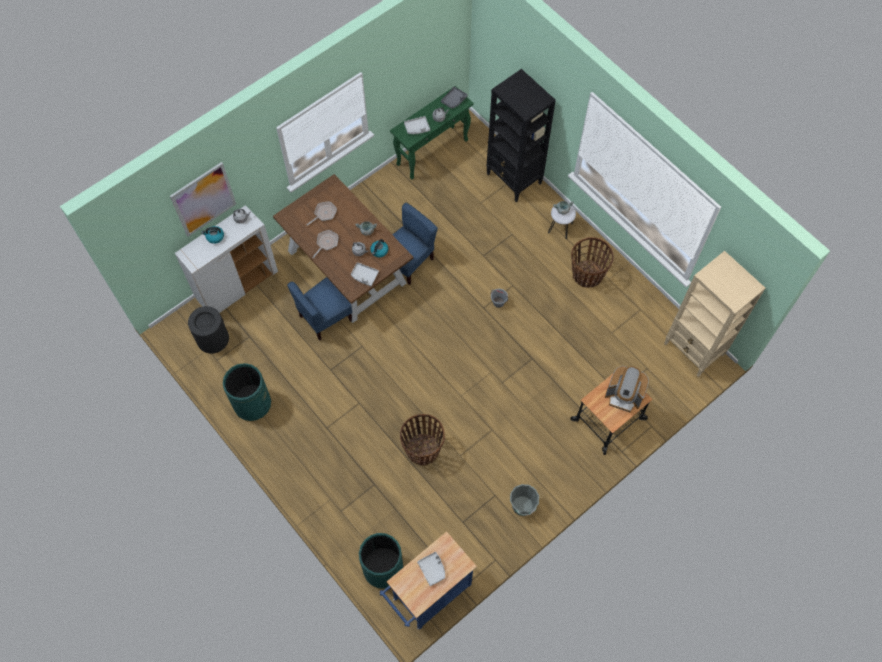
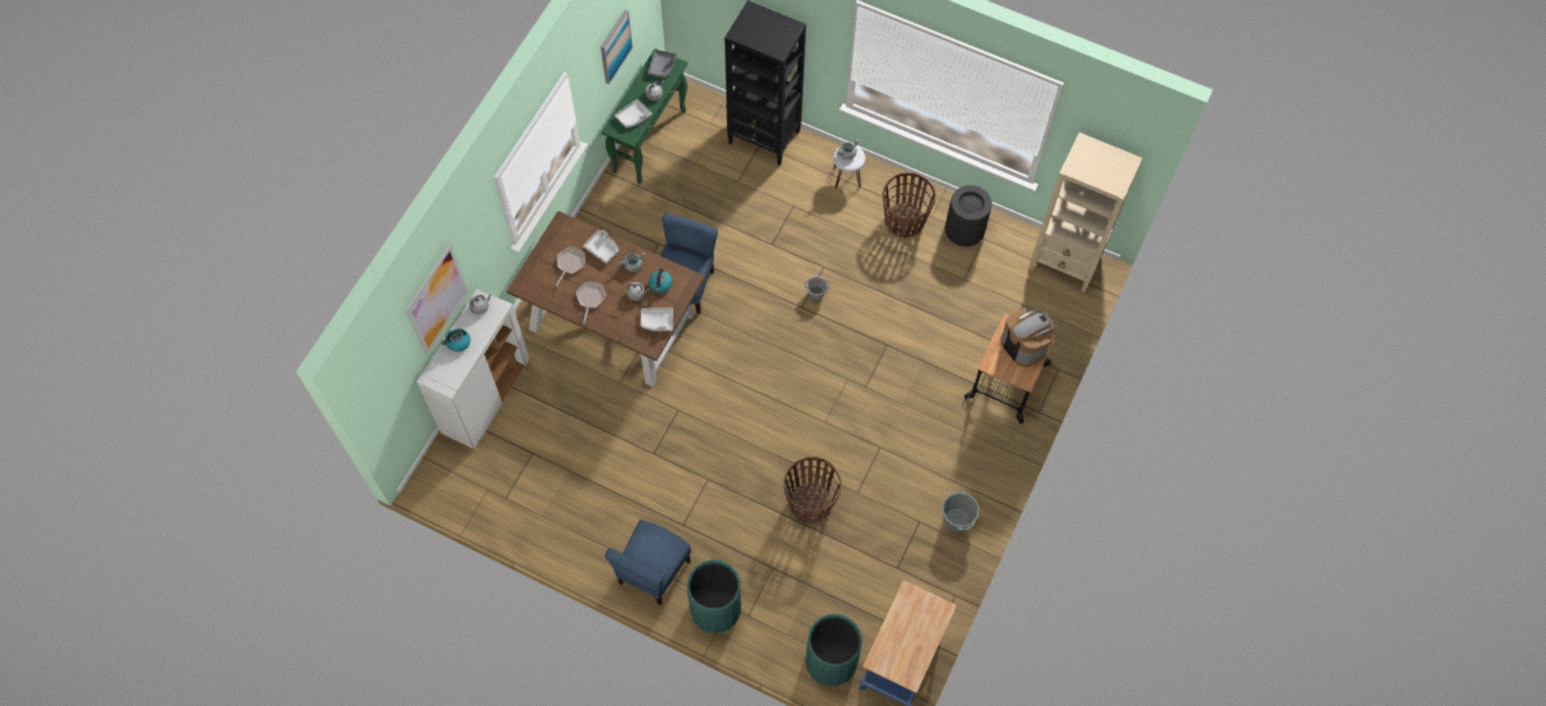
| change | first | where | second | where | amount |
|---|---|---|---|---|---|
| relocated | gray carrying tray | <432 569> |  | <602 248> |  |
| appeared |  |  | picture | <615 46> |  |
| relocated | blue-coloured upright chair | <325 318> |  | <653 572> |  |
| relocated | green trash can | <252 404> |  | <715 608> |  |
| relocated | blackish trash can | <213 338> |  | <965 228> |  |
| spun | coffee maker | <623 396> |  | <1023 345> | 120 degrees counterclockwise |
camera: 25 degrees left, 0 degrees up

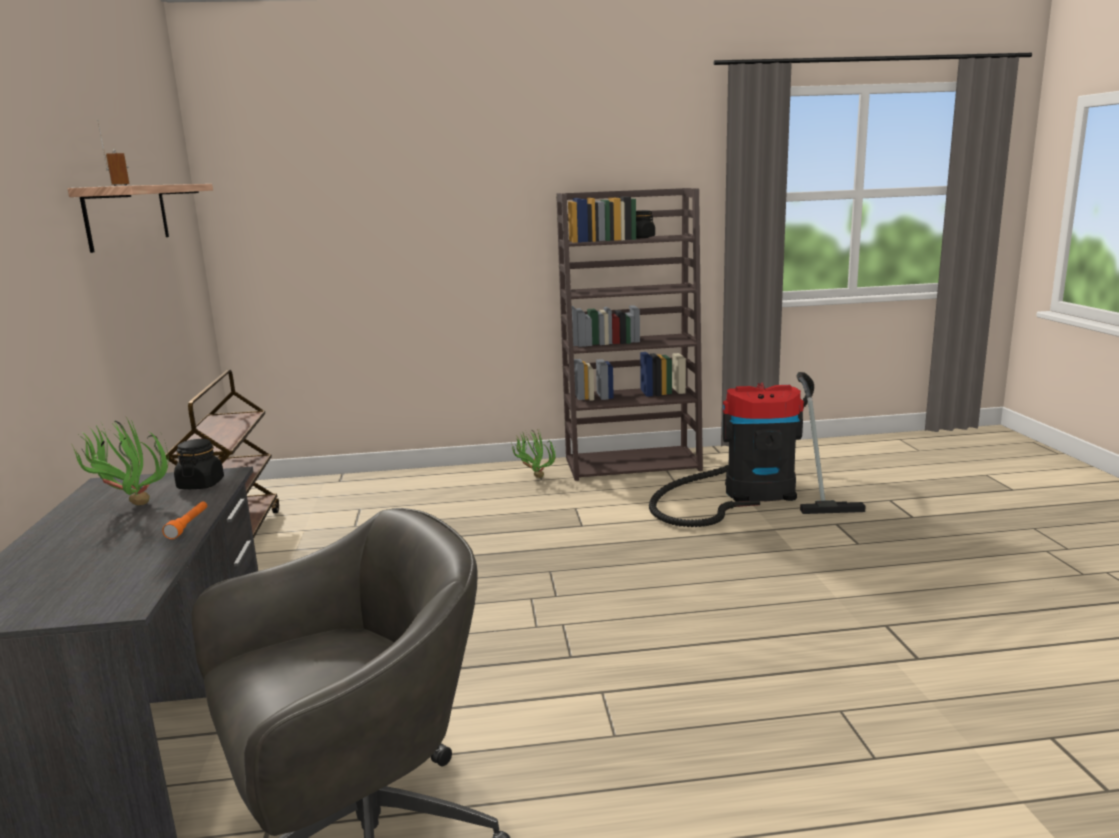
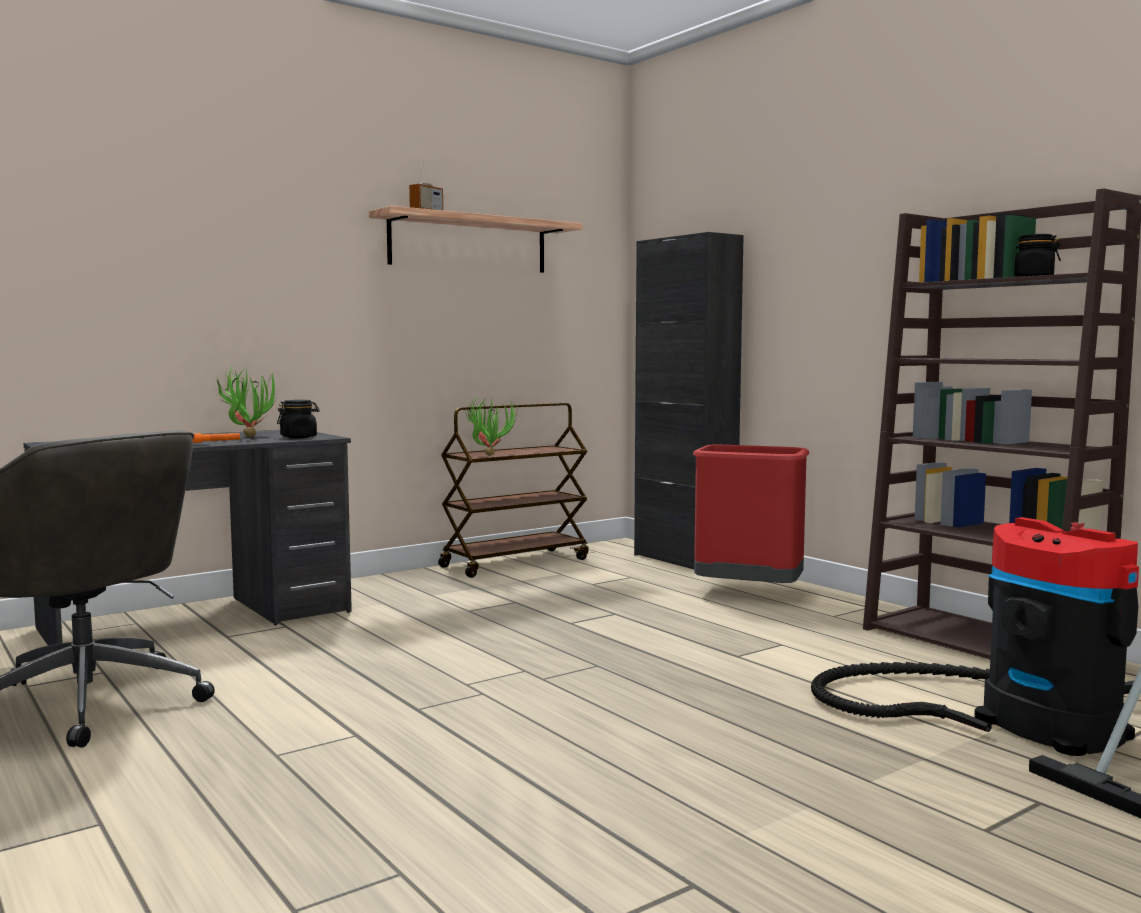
| change | first | where | second | where | amount |
|---|---|---|---|---|---|
| relocated | potted plant | <534 477> |  | <489 454> |  |
| appeared |  |  | blackish cupboard | <684 560> |  |
| appeared |  |  | red-coloured trash can | <749 594> |  |
camera: 60 degrees right, 10 degrees down

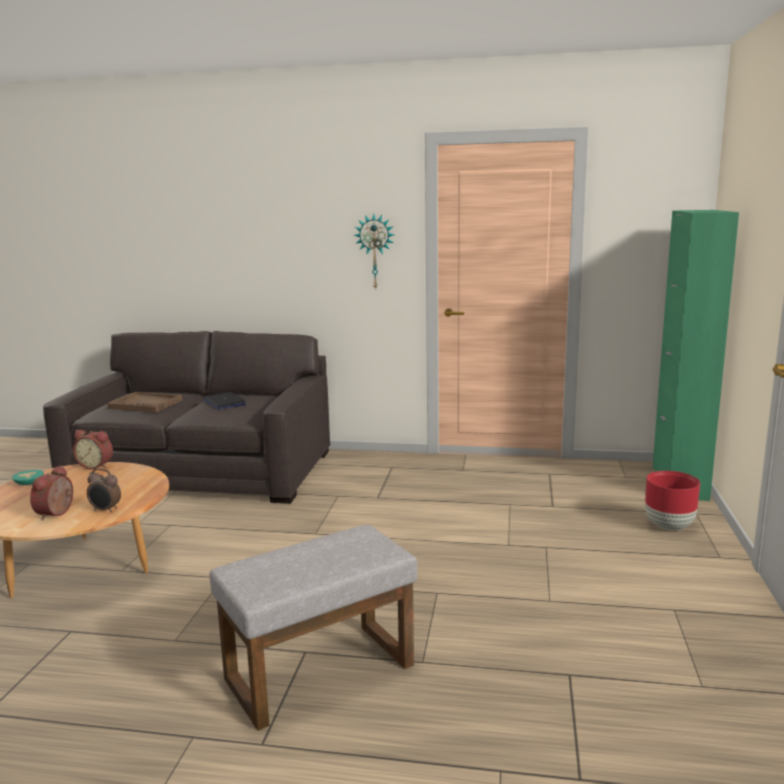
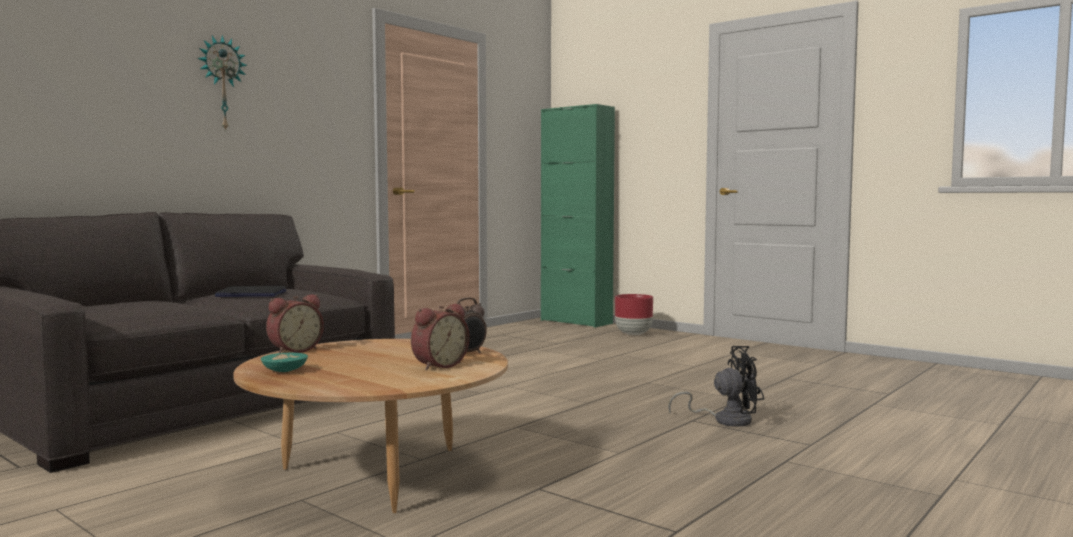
| change | first | where | second | where | amount |
|---|---|---|---|---|---|
| relocated | wall clock | <375 251> |  | <221 83> |  |
| spun | bedside clock | <57 514> |  | <438 365> | 90 degrees counterclockwise |
| exchanged | gray pouffe | <321 670> | blackish electric fan | <725 420> |  |
| missing | brownish carrying tray | <146 404> |  |  |  |
camera: 60 degrees left, 10 degrees down

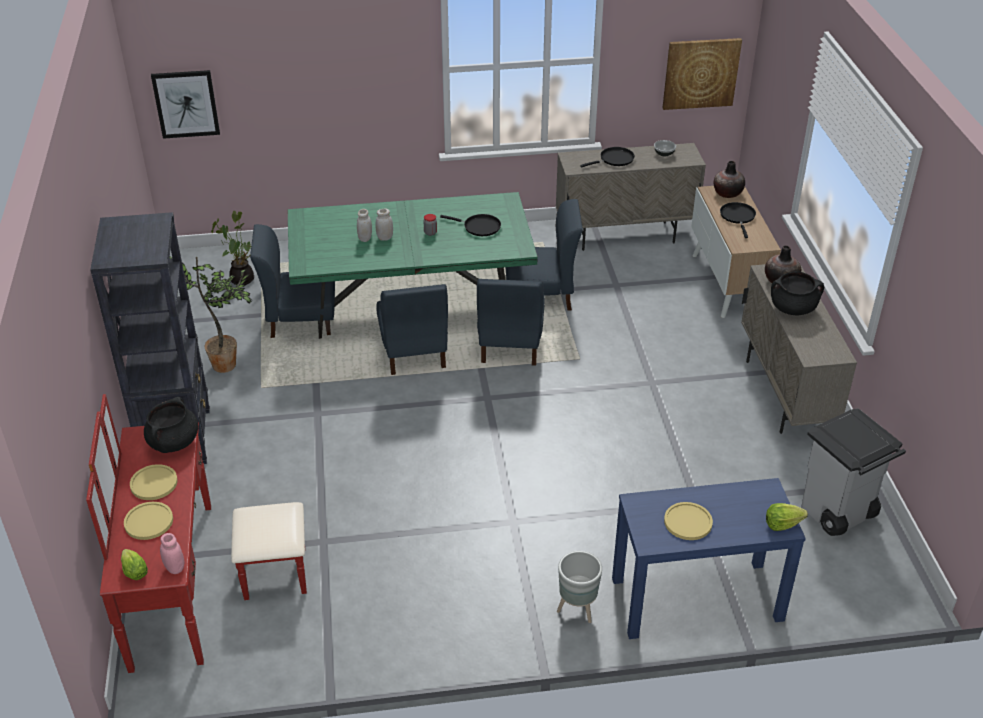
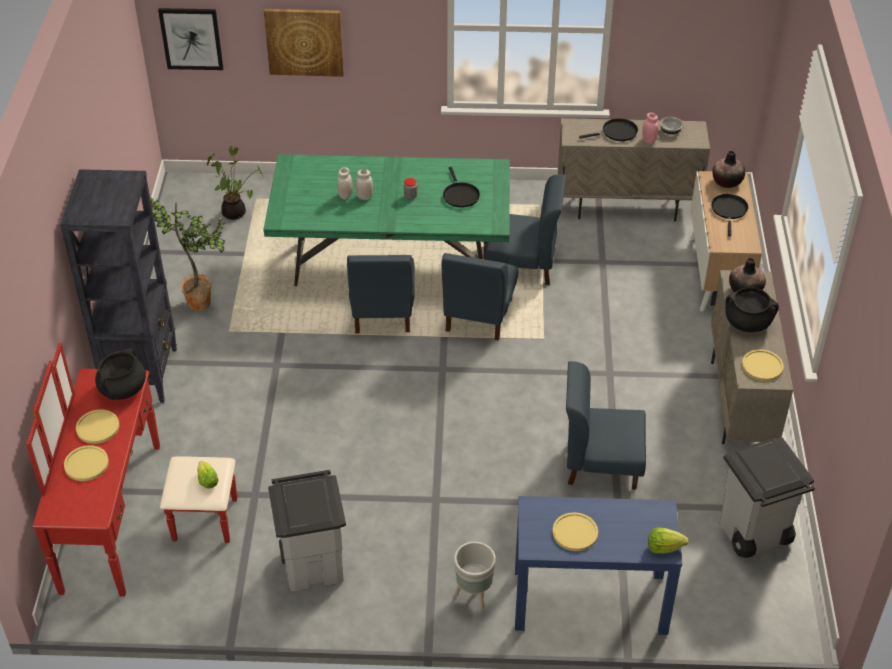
| change | first | where | second | where | amount |
|---|---|---|---|---|---|
| relocated | lettuce | <134 570> |  | <207 480> |  |
| relocated | picture | <701 73> |  | <304 41> |  |
| appeared |  |  | gray trash can | <314 565> |  |
| spun | blackish pan | <479 227> |  | <460 195> | 45 degrees clockwise |
| relocated | blue-coloured upright chair | <300 320> |  | <601 463> |  |
| relocated | pinkish jar | <175 568> |  | <649 140> |  |
| appeared |  |  | yellow plate | <762 366> |  |
camera: 10 degrees right, 5 degrees up

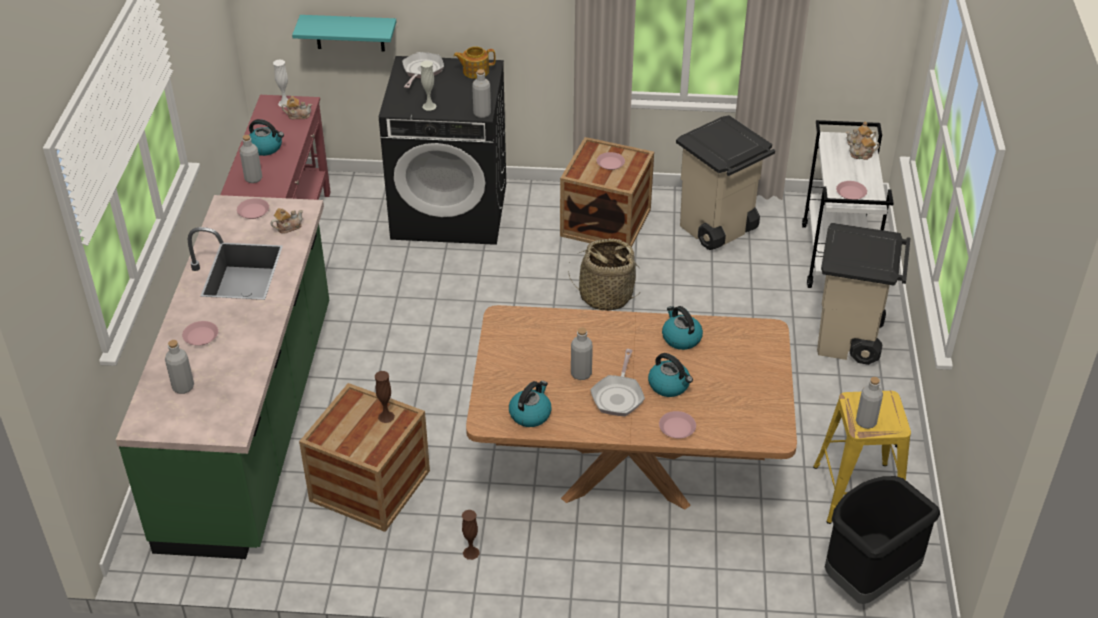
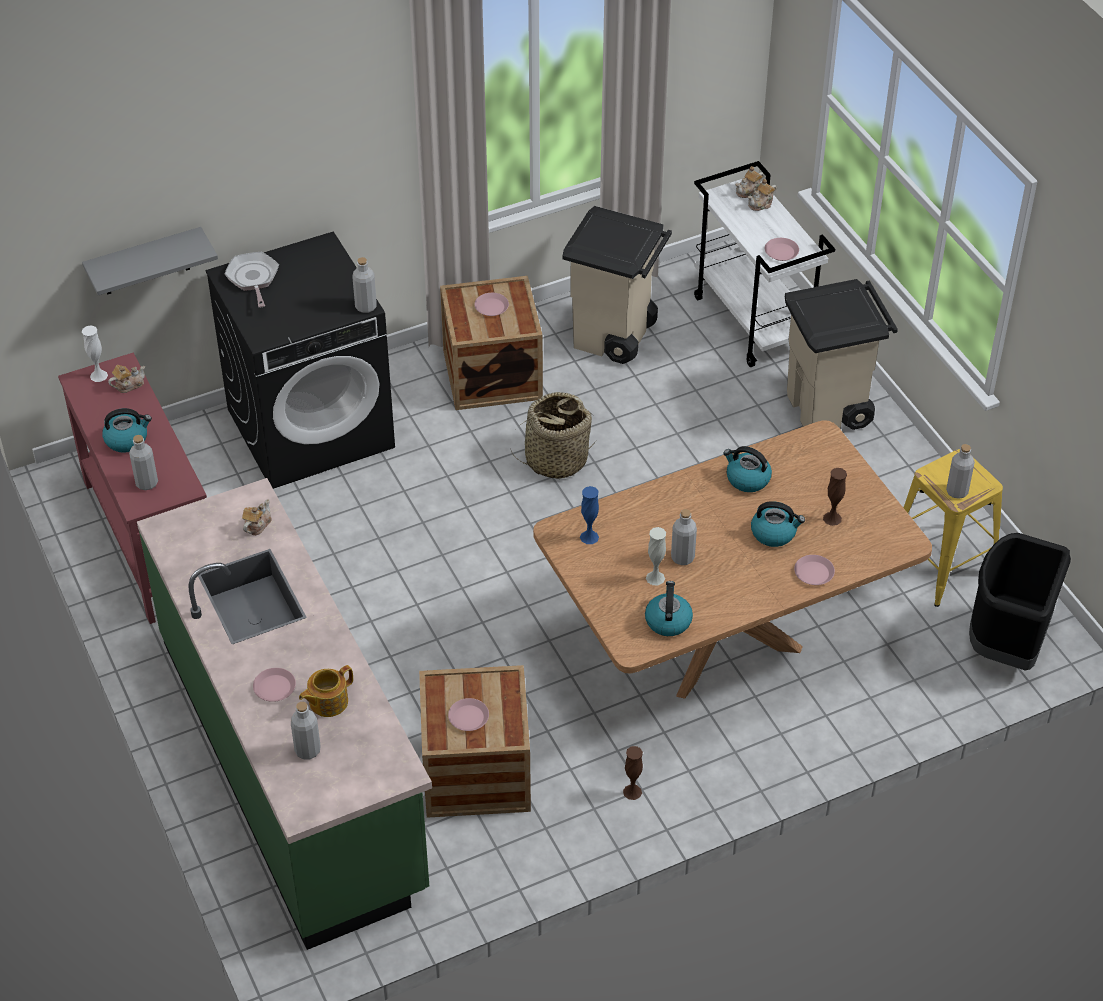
| change | first | where | second | where | amount |
|---|---|---|---|---|---|
| colour | blue-green shelf | <349 33> | gray shelf | <145 262> |  |
| relocated | tea pot | <475 71> |  | <327 701> |  |
| relocated | pinkish plate | <253 211> |  | <469 717> |  |
| appeared |  |  | blue-coloured decorative vase | <589 537> |  |
| relocated | white decorative vase | <429 106> |  | <655 578> |  |
| relocated | brownish decorative vase | <386 417> |  | <832 518> |  |
| missing | pan | <618 396> |  |  |  |
camera: 30 degrees left, 5 degrees up

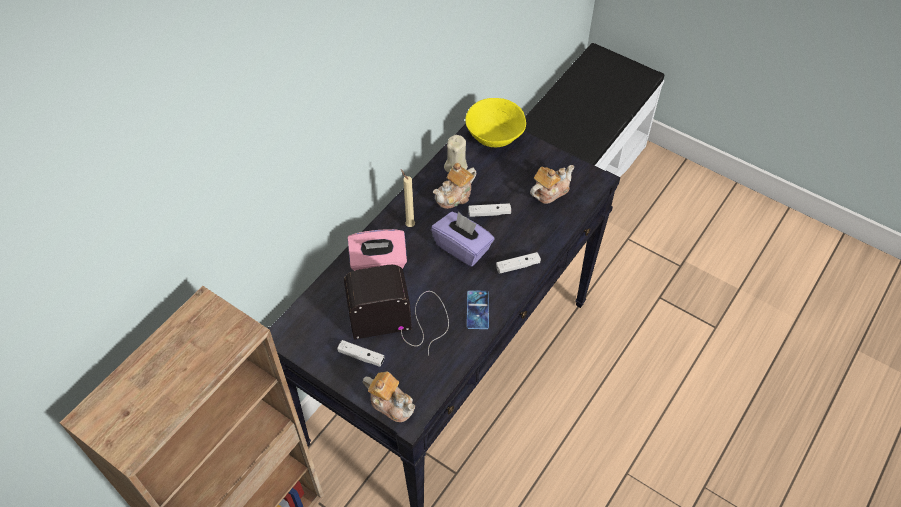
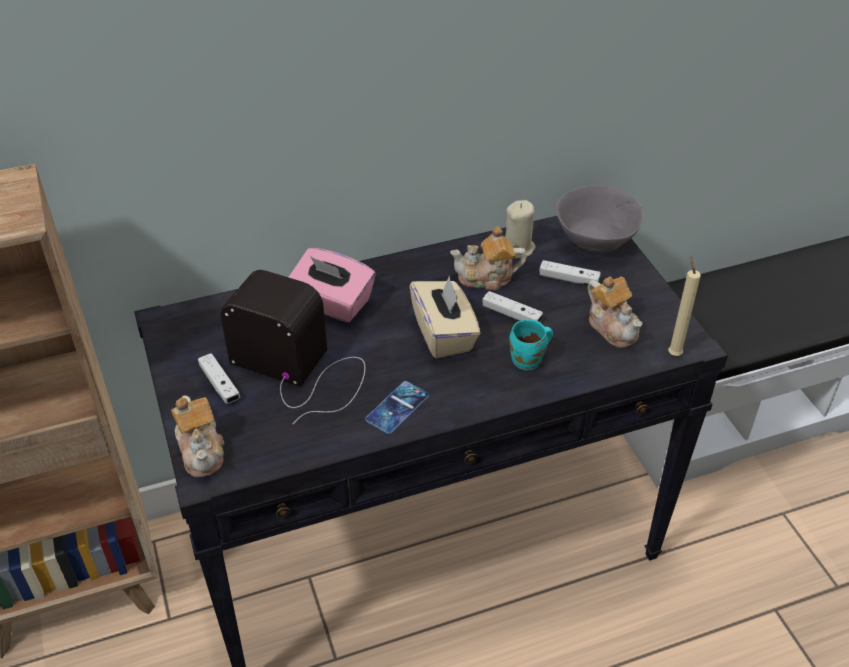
| change | first | where | second | where | amount |
|---|---|---|---|---|---|
| colour | purple tissue holder | <462 247> | sand-coloured tissue holder | <444 334> |  |
| appeared |  |  | blue-green coffee mug | <529 361> |  |
| relocated | white game controller | <518 266> |  | <568 279> |  |
| colour | yellow bowl | <493 137> | gray bowl | <594 239> |  |
| spun | tea pot | <550 191> |  | <612 327> | 60 degrees clockwise |
| relocated | sand-coloured wax candle | <409 224> |  | <673 353> |  |
camera: 35 degrees right, 10 degrees down

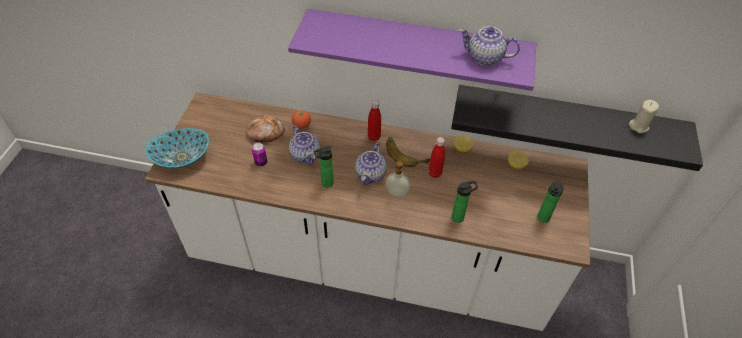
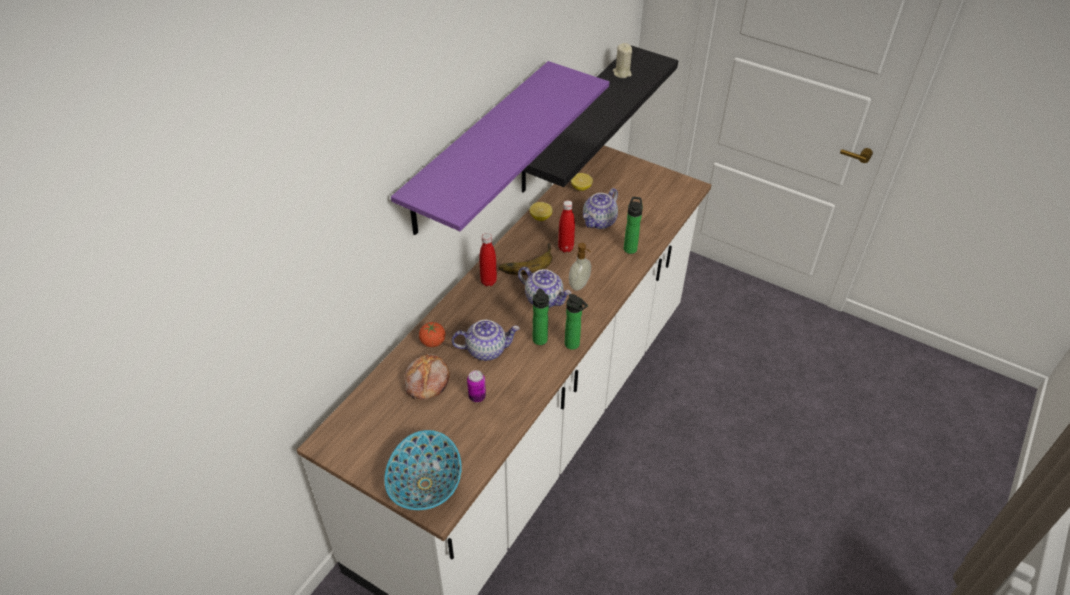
| change | first | where | second | where | amount |
|---|---|---|---|---|---|
| relocated | drink bottle | <542 219> |  | <573 345> |  |
| relocated | tea pot | <484 57> |  | <599 222> |  |
camera: 70 degrees left, 5 degrees down

